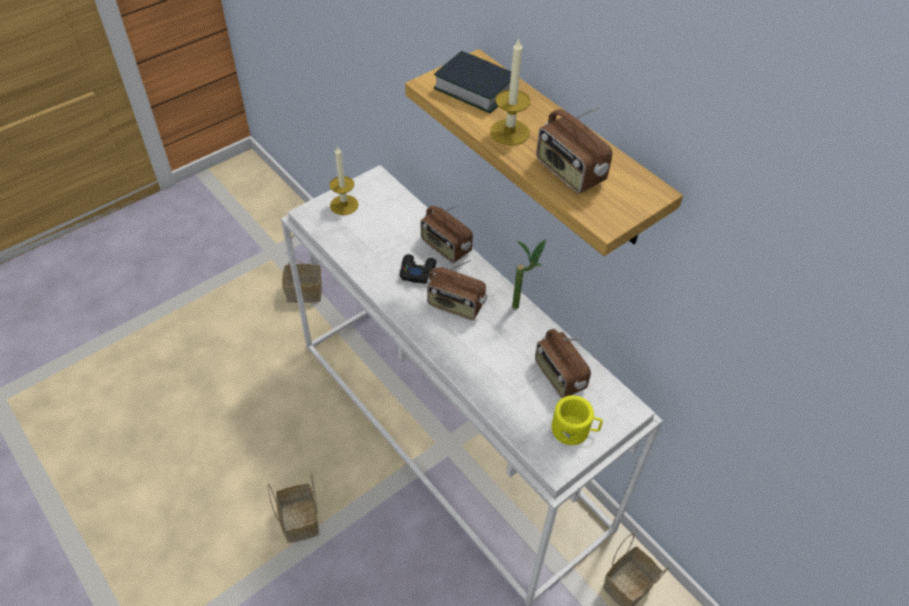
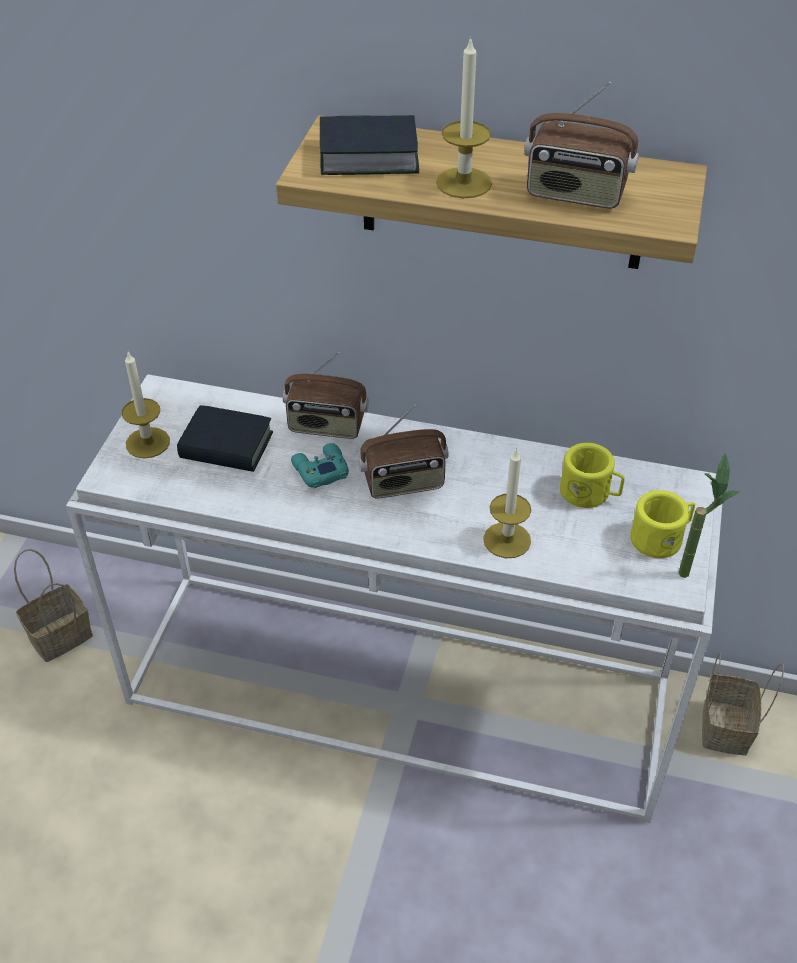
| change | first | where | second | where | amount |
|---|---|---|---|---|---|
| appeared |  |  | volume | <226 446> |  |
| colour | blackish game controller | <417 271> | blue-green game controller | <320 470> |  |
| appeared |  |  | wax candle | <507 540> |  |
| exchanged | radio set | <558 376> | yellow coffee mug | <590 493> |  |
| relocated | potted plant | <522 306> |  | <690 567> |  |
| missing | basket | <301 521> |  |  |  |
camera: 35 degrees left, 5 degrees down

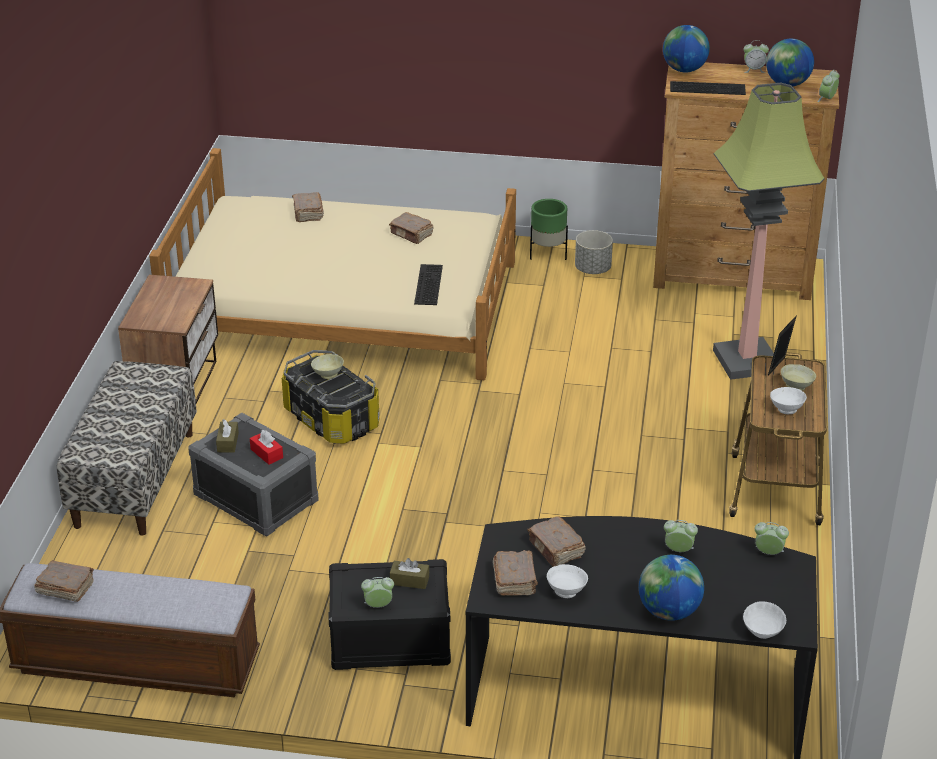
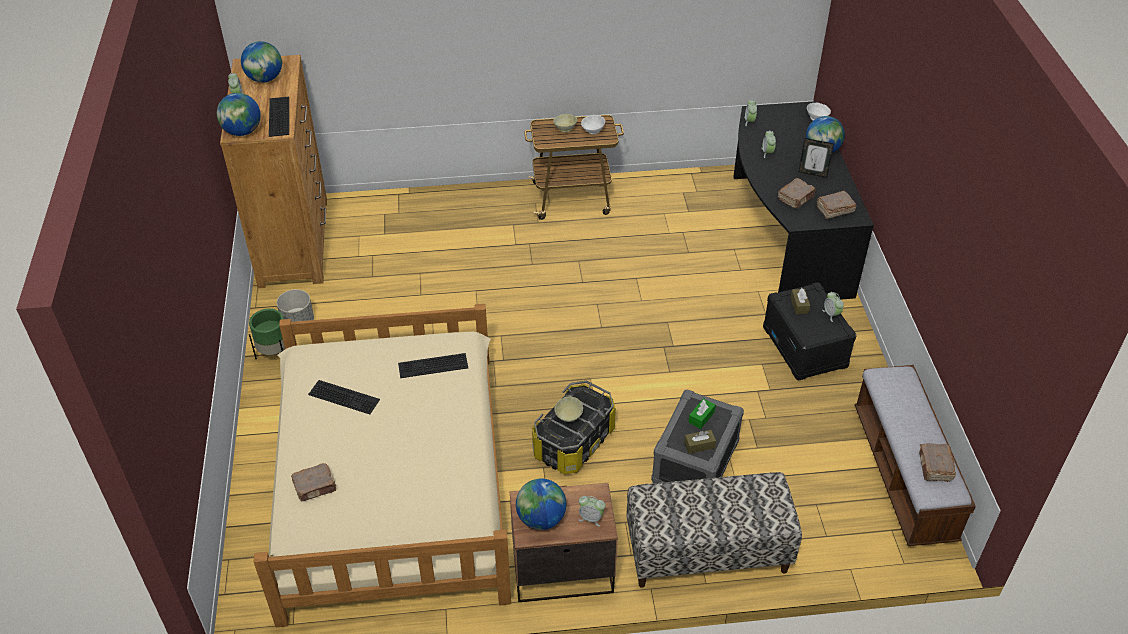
| change | first | where | second | where | amount |
|---|---|---|---|---|---|
| exchanged | brownish volume | <411 234> | keyboard | <345 396> |  |
| appeared |  |  | desk globe | <541 519> |  |
| relocated | bedside clock | <827 99> |  | <591 518> |  |
| colour | red-coloured tissue holder | <266 453> | green tissue holder | <701 417> |  |
| relocated | photo frame | <779 368> |  | <813 173> |  |
| missing | white bowl | <567 591> |  |  |  |
| missing | standard lamp | <747 362> |  |  |  |
camera: 105 degrees left, 10 degrees up

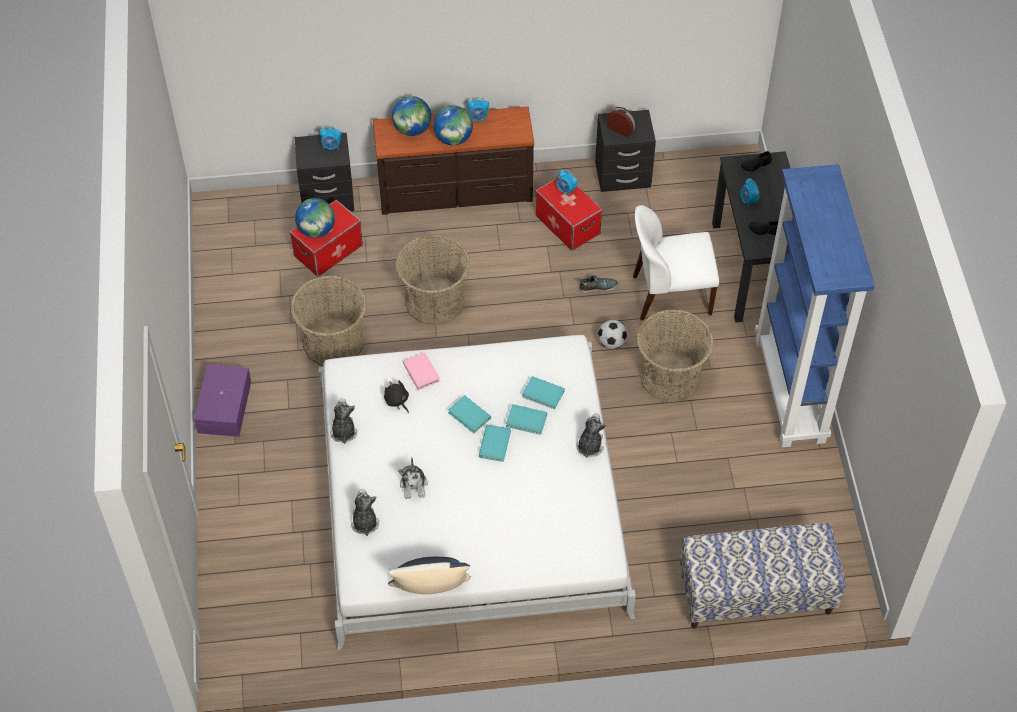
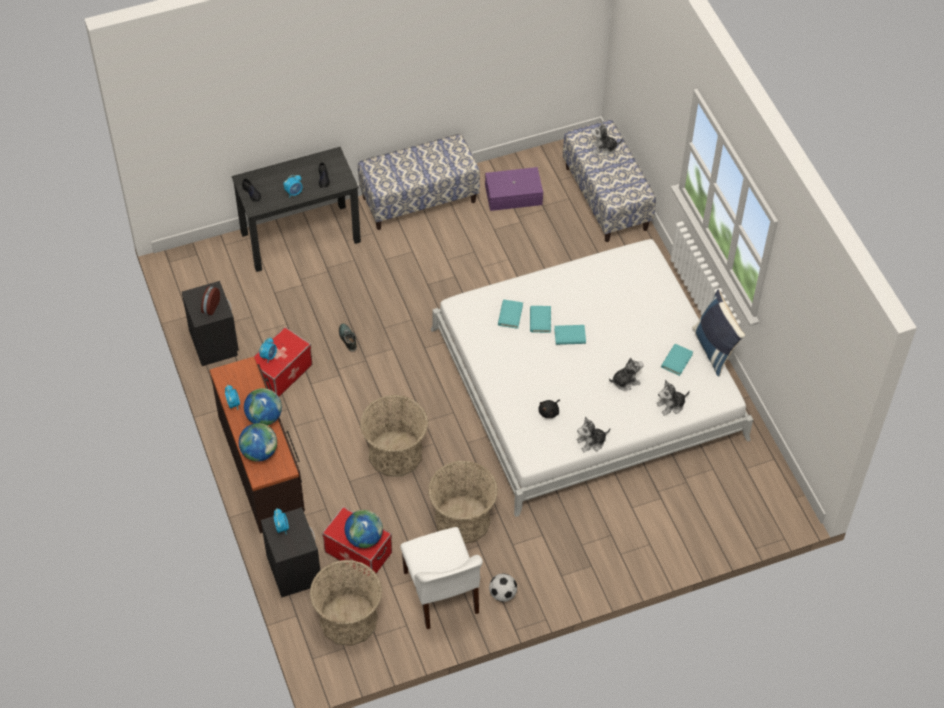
| change | first | where | second | where | amount |
|---|---|---|---|---|---|
| relocated | basket | <670 377> |  | <348 620> |  |
| exchanged | blue-coloured bookshelf | <791 391> | long seat | <419 199> |  |
| relocated | white upright chair | <669 295> |  | <442 594> |  |
| relocated | purple storage bin | <223 407> |  | <514 196> |  |
| relocated | football ball | <611 343> |  | <502 594> |  |
| relocated | plush toy | <589 446> |  | <604 148> |  |
| relocated | blue-green volume | <469 415> |  | <676 360> |  |
| missing | pinkish volume | <421 372> |  |  |  |
camera: 105 degrees left, 0 degrees up

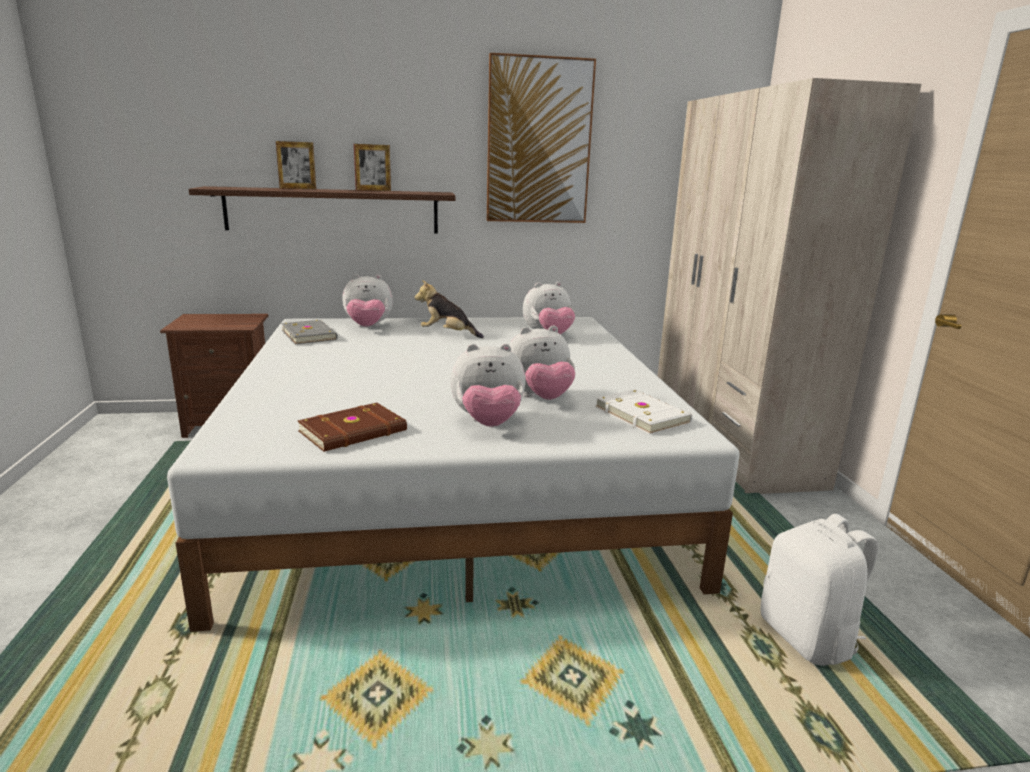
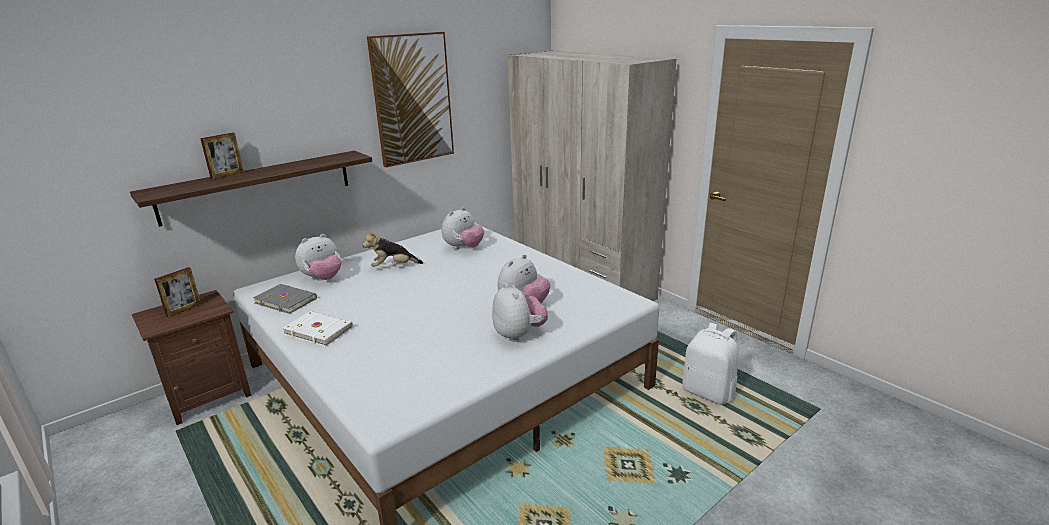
| change | first | where | second | where | amount |
|---|---|---|---|---|---|
| relocated | photo frame | <373 190> |  | <184 310> |  |
| relocated | white volume | <642 414> |  | <319 330> |  |
| spun | plush toy | <488 423> |  | <519 334> | 75 degrees counterclockwise |
| missing | brownish volume | <354 431> |  |  |  |
camera: 30 degrees left, 5 degrees up

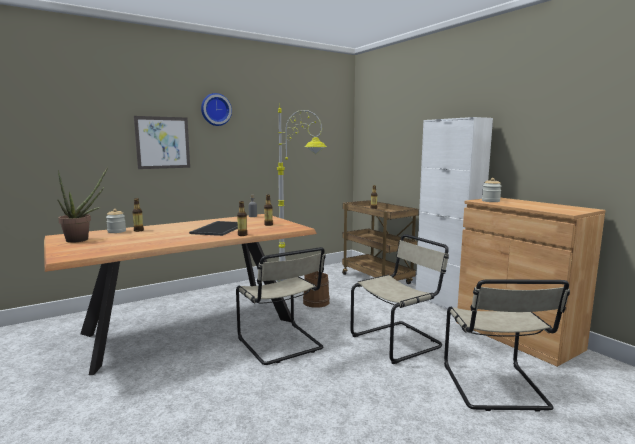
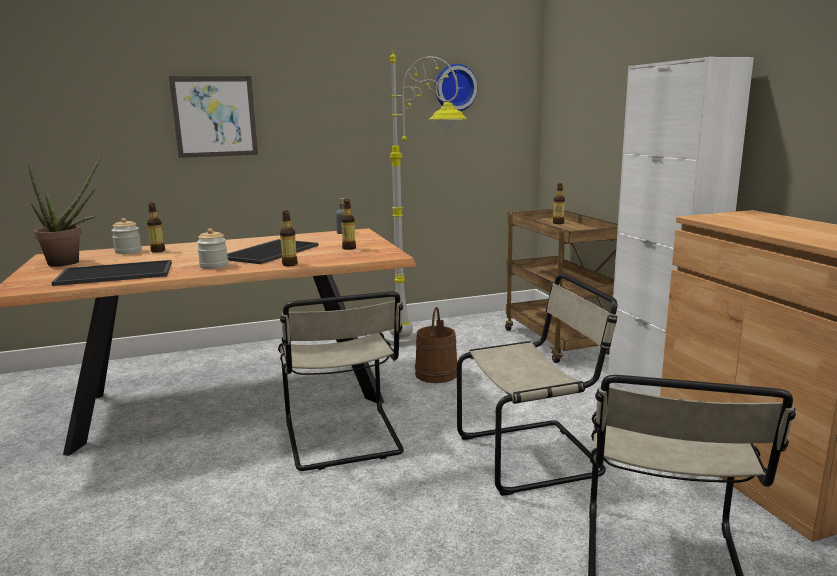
| change | first | where | second | where | amount |
|---|---|---|---|---|---|
| appeared |  |  | carrying tray | <114 274> |  |
| relocated | jar | <490 201> |  | <214 266> |  |
| relocated | wall clock | <215 109> |  | <454 88> |  |
camera: 15 degrees right, 5 degrees up

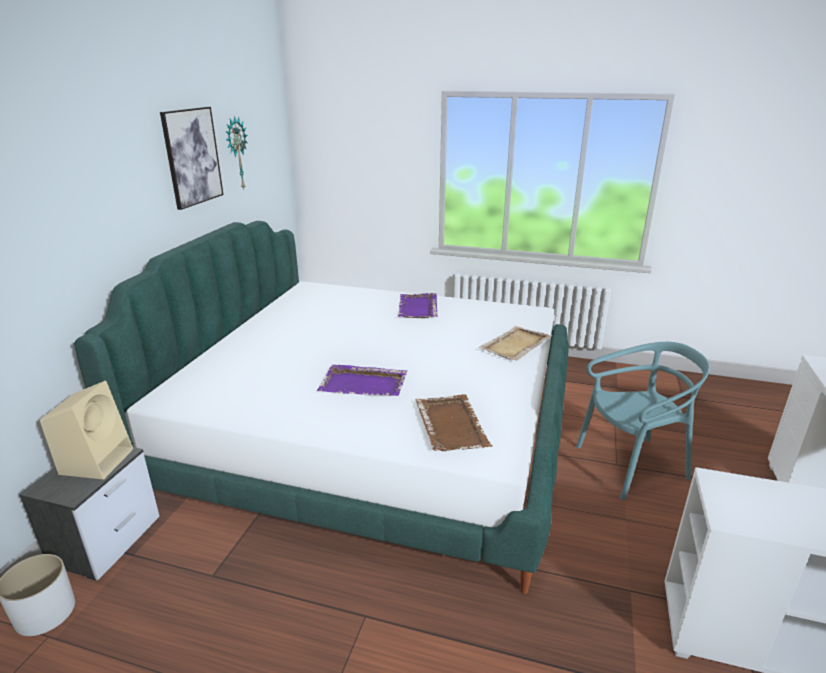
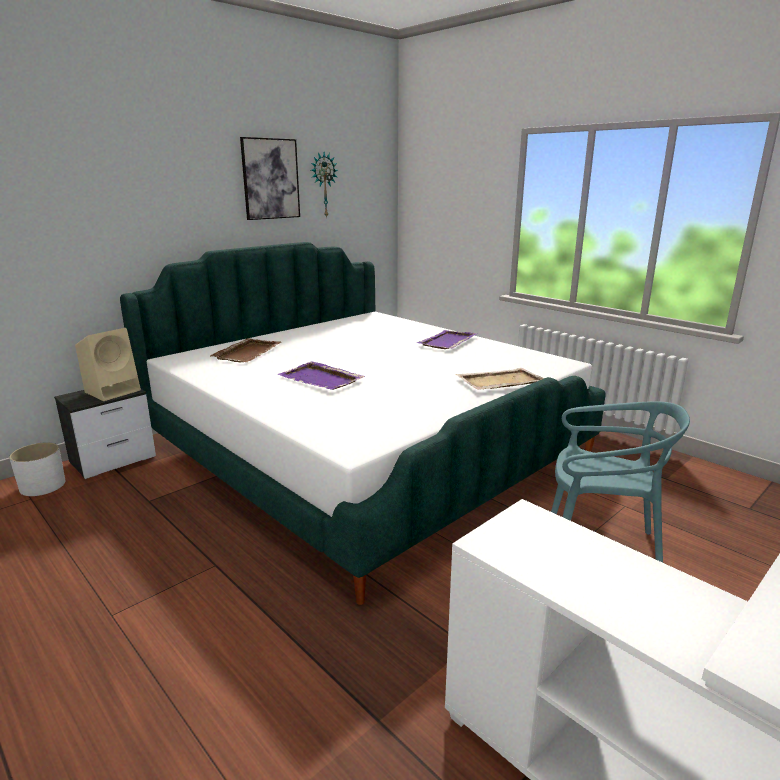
| change | first | where | second | where | amount |
|---|---|---|---|---|---|
| relocated | brownish carrying tray | <451 424> |  | <248 352> |  |
camera: 30 degrees right, 5 degrees down

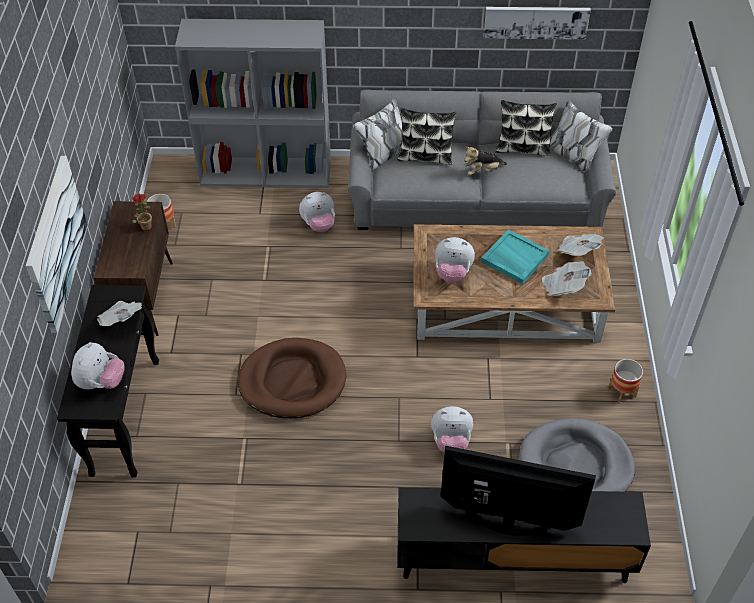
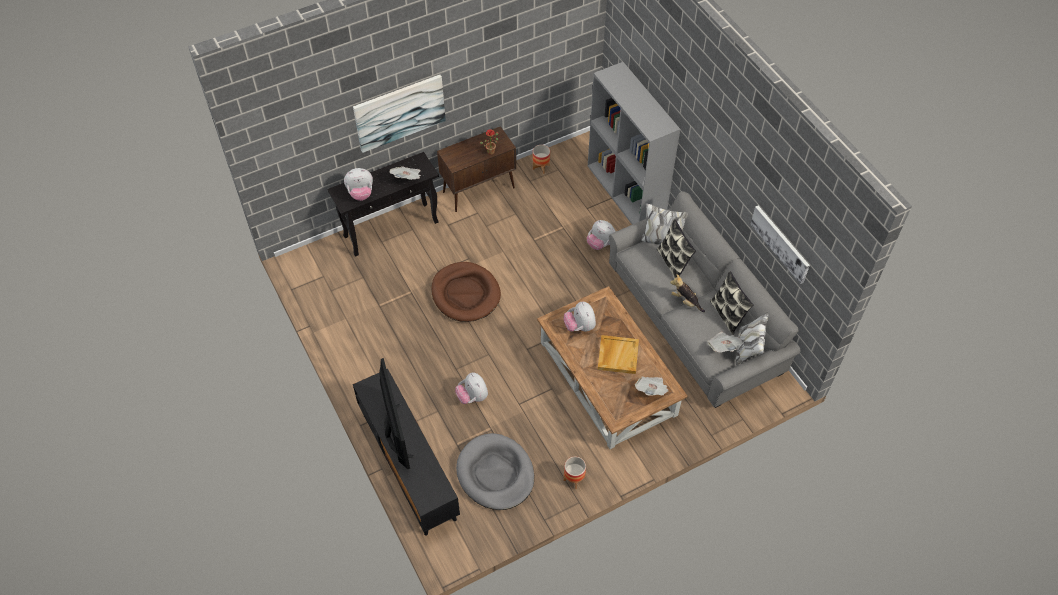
| change | first | where | second | where | amount |
|---|---|---|---|---|---|
| colour | blue-green carrying tray | <514 258> | sand-coloured carrying tray | <617 355> |  |
| relocated | daily paper | <563 286> |  | <723 346> |  |
camera: 60 degrees right, 5 degrees up

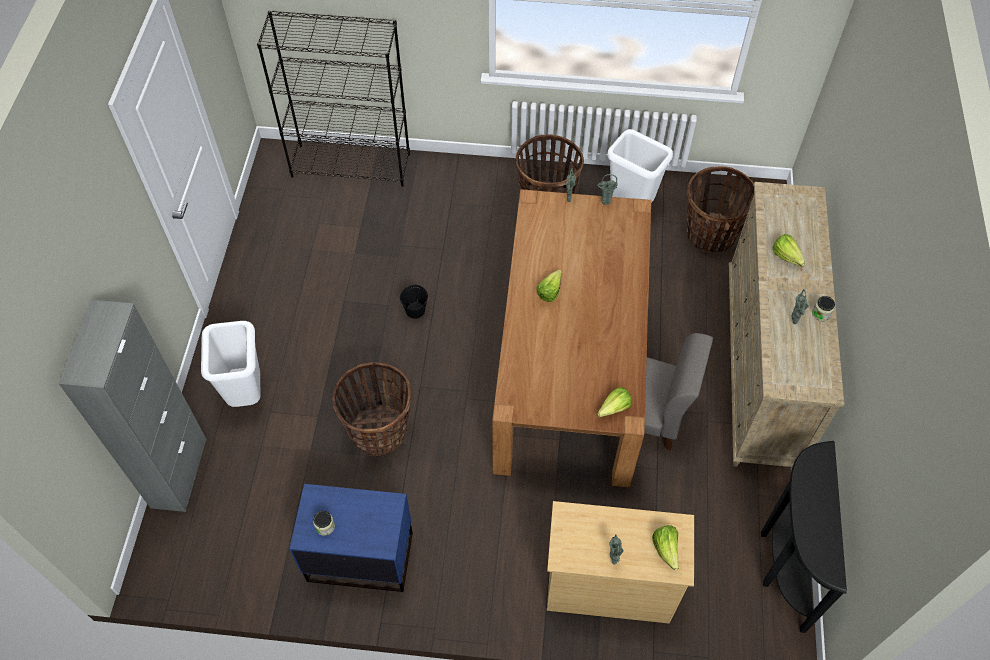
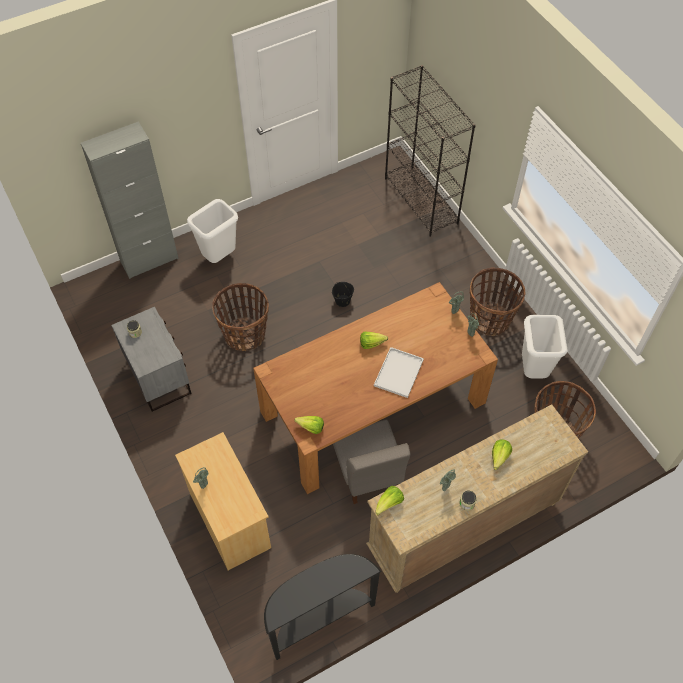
| change | first | where | second | where | amount |
|---|---|---|---|---|---|
| colour | blue-coloured bedside table | <360 556> | gray bedside table | <159 376> |  |
| appeared |  |  | white carrying tray | <398 372> |  |
| relocated | lettuce | <666 549> |  | <389 503> |  |
camera: 55 degrees right, 0 degrees up

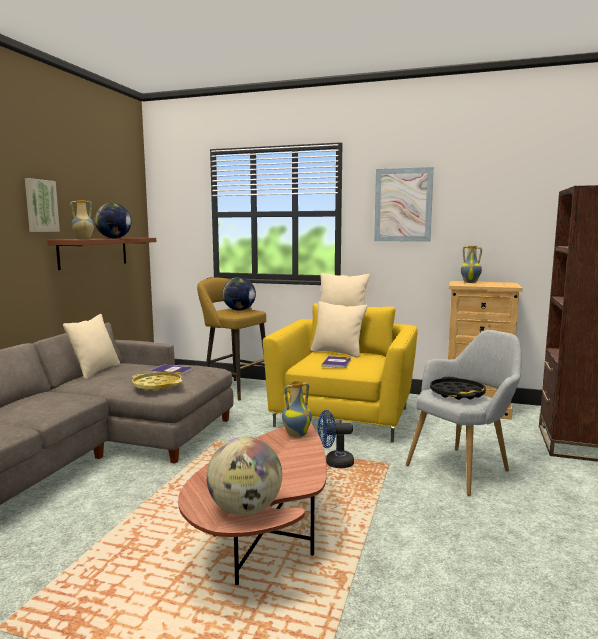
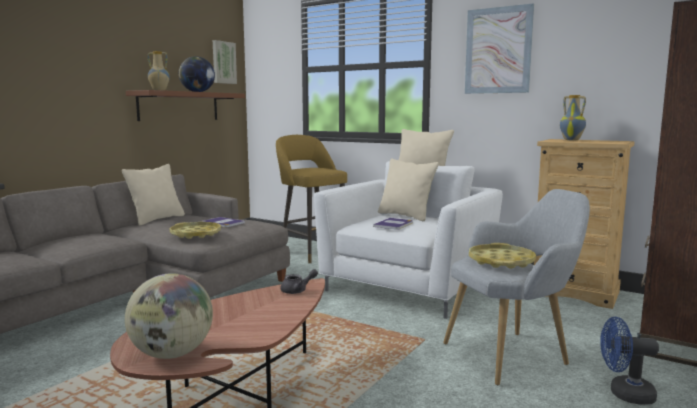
| change | first | where | second | where | amount |
|---|---|---|---|---|---|
| relocated | picture | <40 206> |  | <223 62> |  |
| exchanged | decorative vase | <296 434> | gray tea pot | <297 291> |  |
| colour | yellow easy chair | <344 416> | white easy chair | <409 287> |  |
| colour | blackish carrying tray | <457 393> | yellow carrying tray | <501 261> |  |
| relocated | blue-coloured electric fan | <334 463> |  | <624 394> |  |
| missing | desk globe | <239 310> |  |  |  |
camera: 15 degrees right, 0 degrees up

